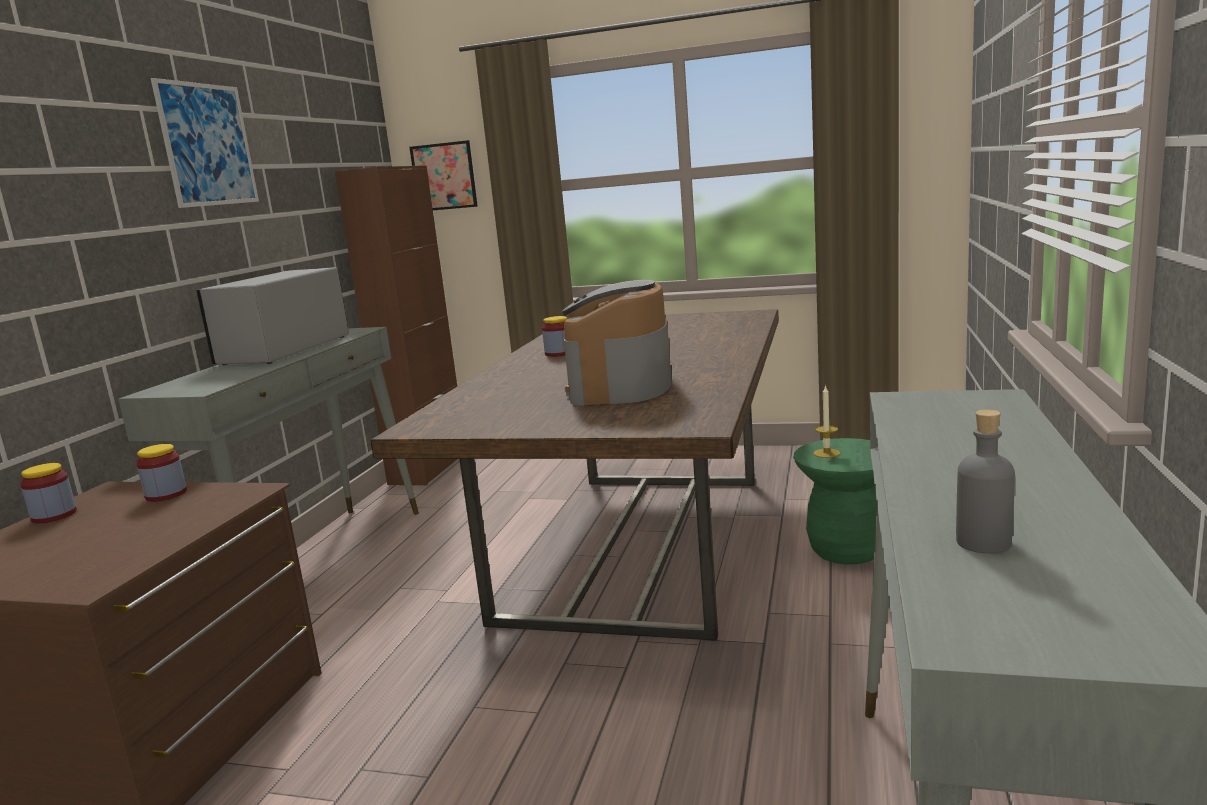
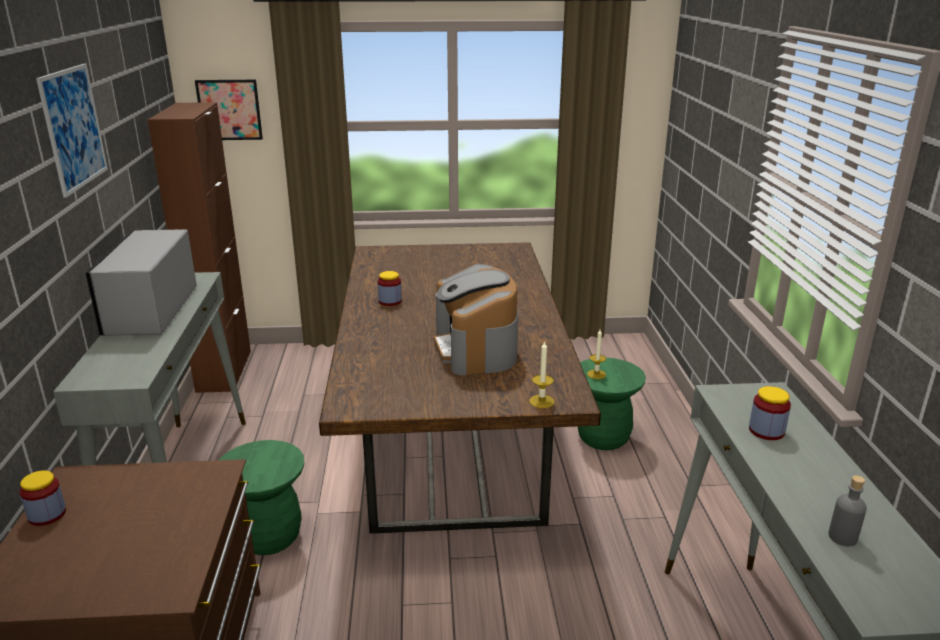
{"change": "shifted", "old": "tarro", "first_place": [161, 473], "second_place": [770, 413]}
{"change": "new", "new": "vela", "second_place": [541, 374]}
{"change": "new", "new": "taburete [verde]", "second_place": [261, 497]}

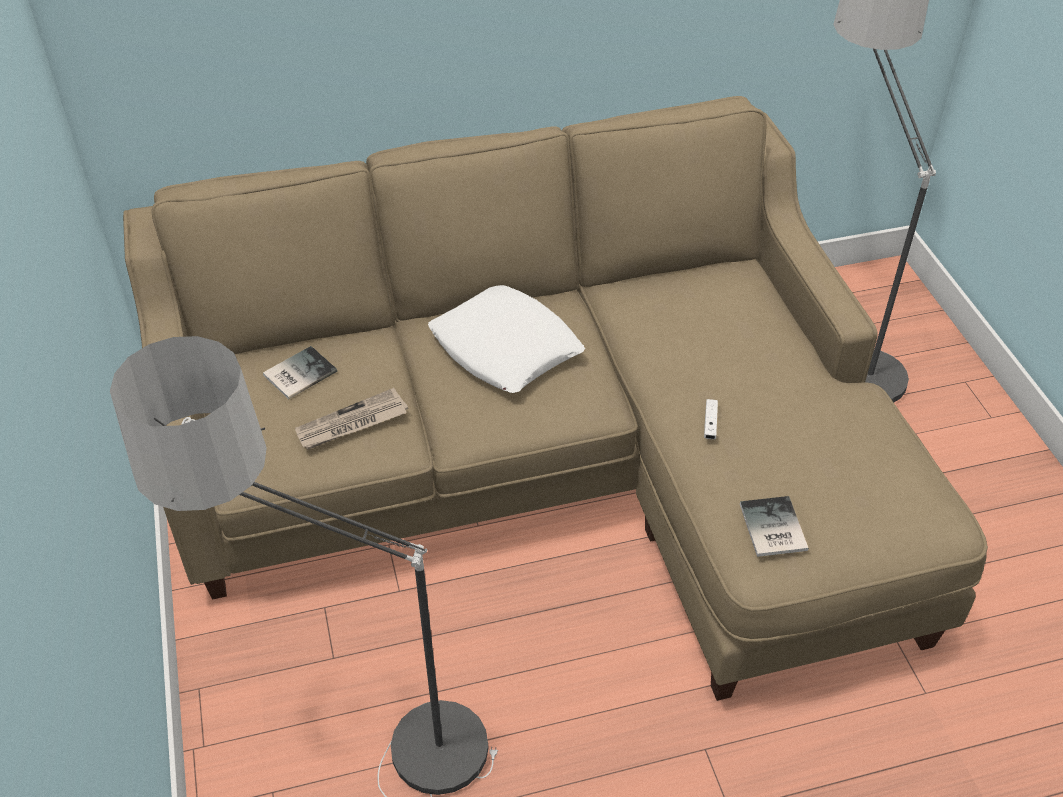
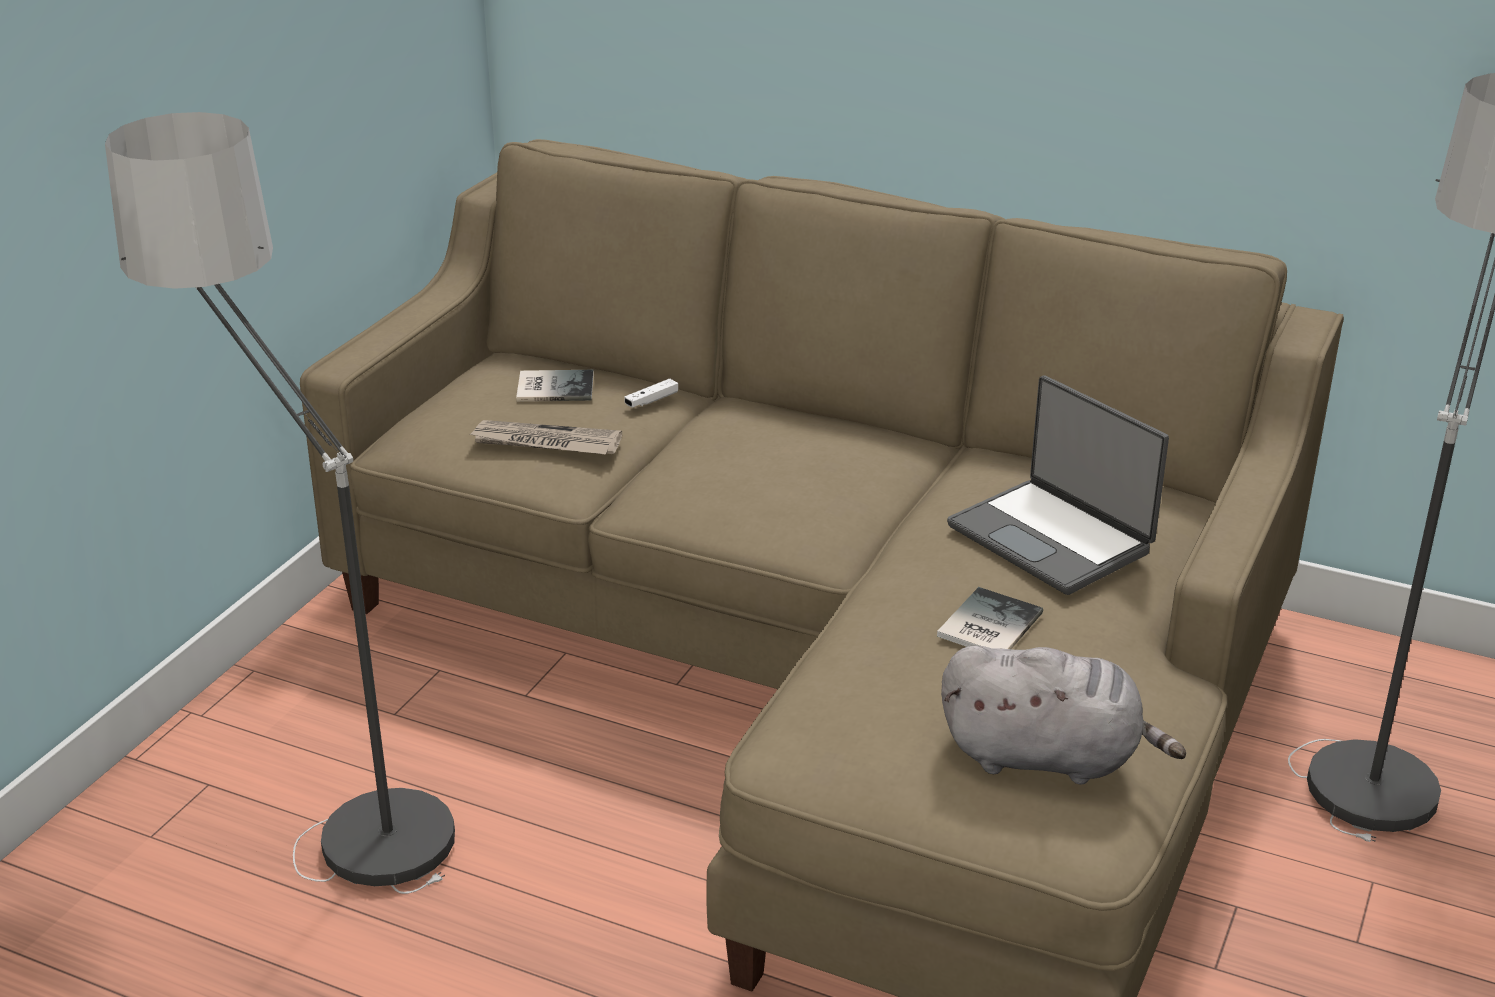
{"change": "gone", "old": "cojín [blanco]", "first_place": [506, 339]}
{"change": "shifted", "old": "mando de consola [blanco]", "first_place": [711, 419], "second_place": [651, 393]}
{"change": "shifted", "old": "libro", "first_place": [774, 526], "second_place": [990, 618]}
{"change": "new", "new": "portátil", "second_place": [1058, 485]}
{"change": "new", "new": "peluche [gris]", "second_place": [1063, 715]}

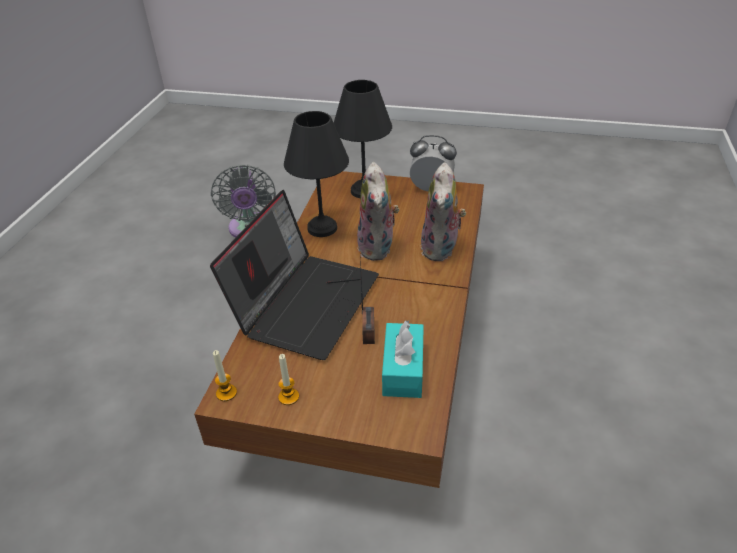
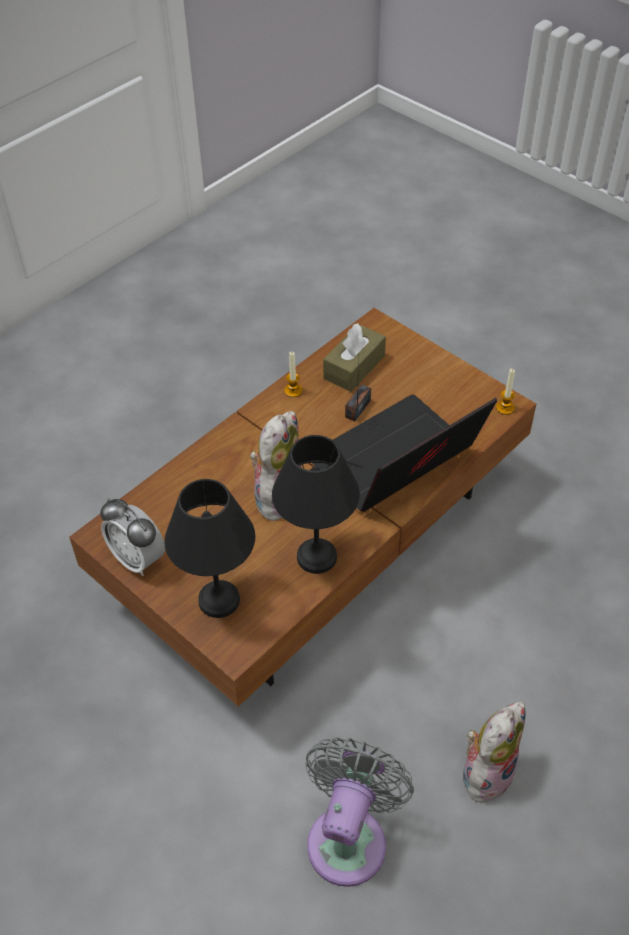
{"change": "shifted", "old": "peluche", "first_place": [443, 211], "second_place": [494, 755]}
{"change": "repainted", "old": "caja de pañuelos [turquesa]", "new": "caja de pañuelos [marrón]", "first_place": [403, 359], "second_place": [354, 357]}
{"change": "shifted", "old": "vela", "first_place": [288, 379], "second_place": [293, 374]}

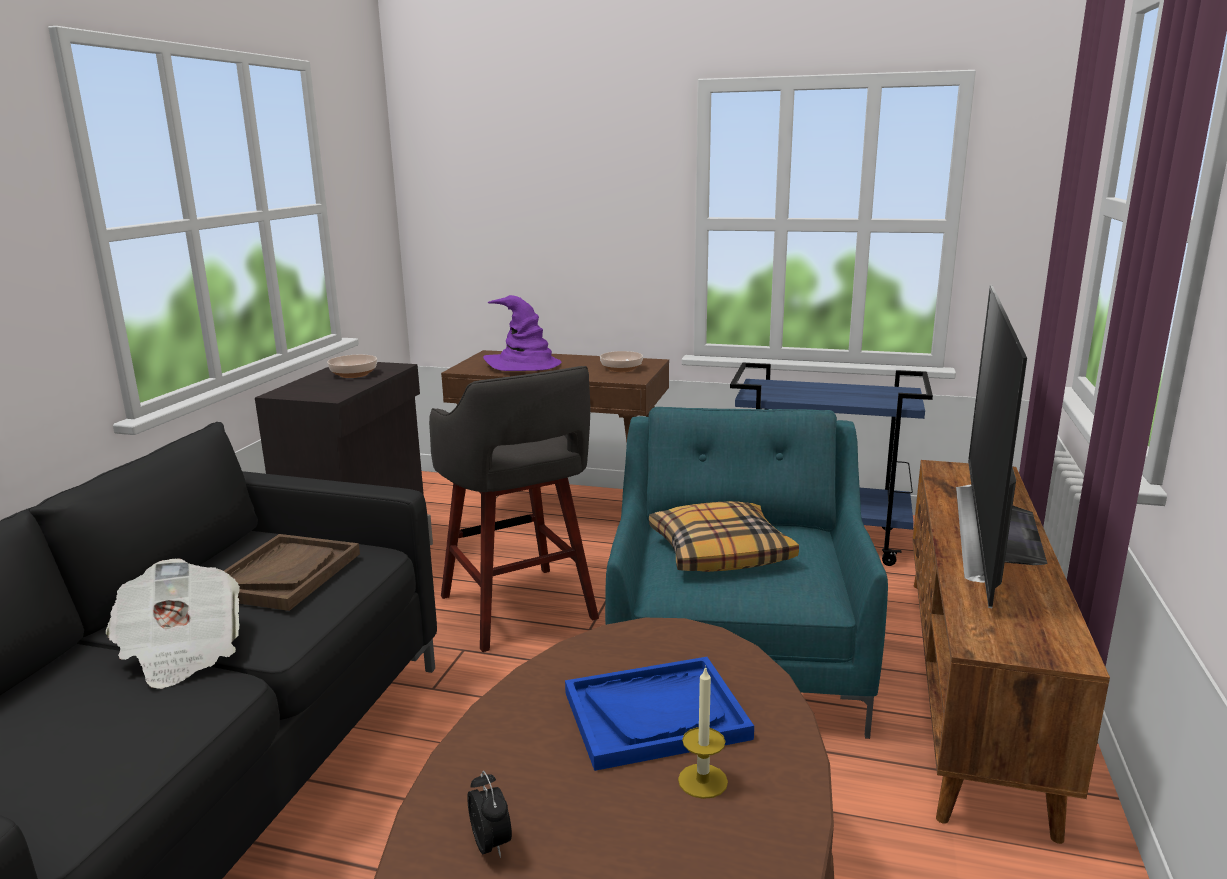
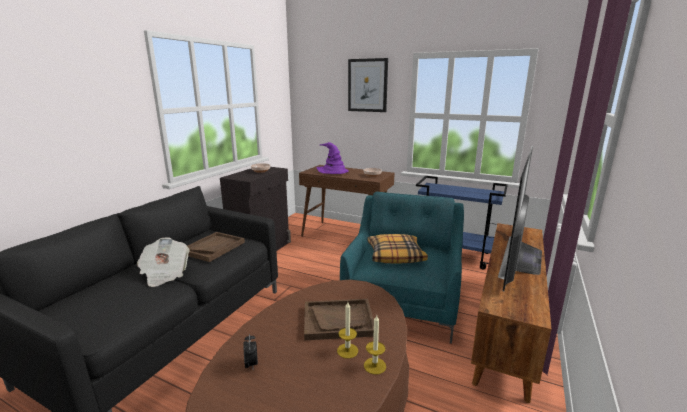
{"change": "gone", "old": "taburete [gris]", "first_place": [514, 509]}
{"change": "repainted", "old": "bandeja [azul]", "new": "bandeja [marrón]", "first_place": [659, 714], "second_place": [339, 319]}
{"change": "new", "new": "cuadro", "second_place": [368, 85]}
{"change": "new", "new": "vela", "second_place": [375, 345]}

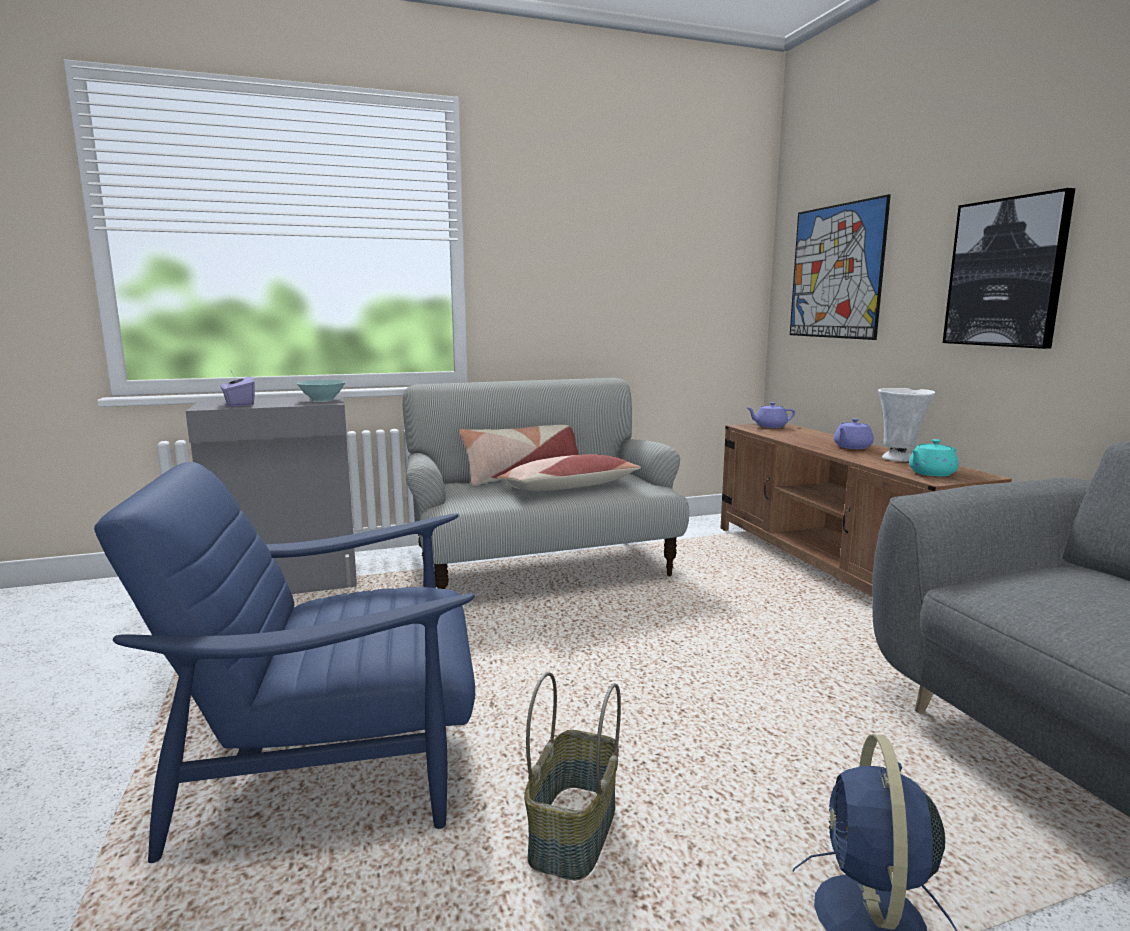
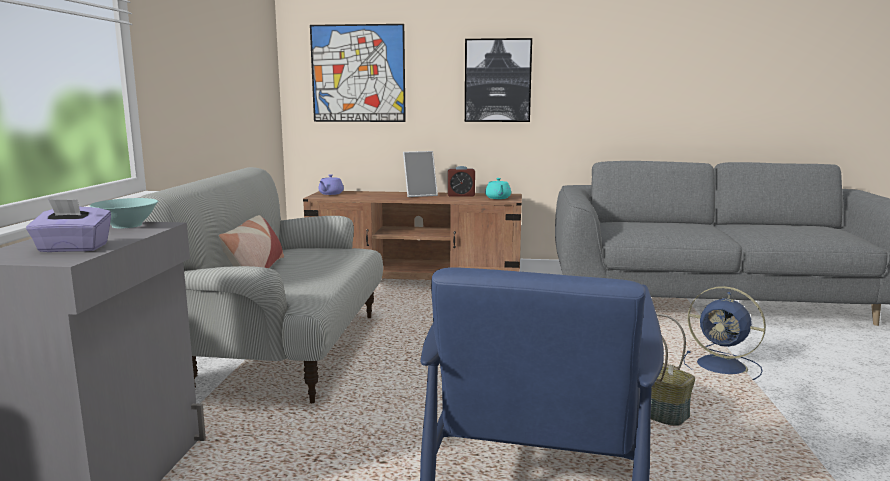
{"change": "swapped", "old": "florero [blanco]", "new": "despertador", "first_place": [906, 425], "second_place": [461, 181]}
{"change": "swapped", "old": "tetera [morado]", "new": "portarretratos", "first_place": [854, 433], "second_place": [420, 174]}
{"change": "gone", "old": "cojín", "first_place": [569, 472]}

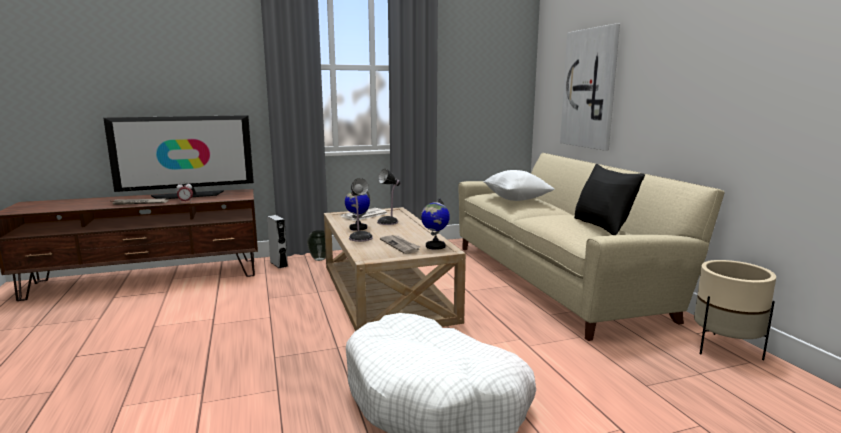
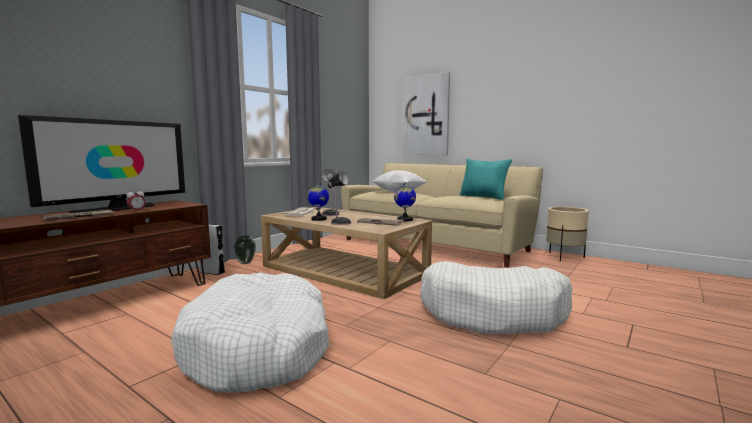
{"change": "repainted", "old": "cojín [negro]", "new": "cojín [turquesa]", "first_place": [609, 199], "second_place": [486, 179]}
{"change": "new", "new": "cama para perro [blanco]", "second_place": [250, 332]}

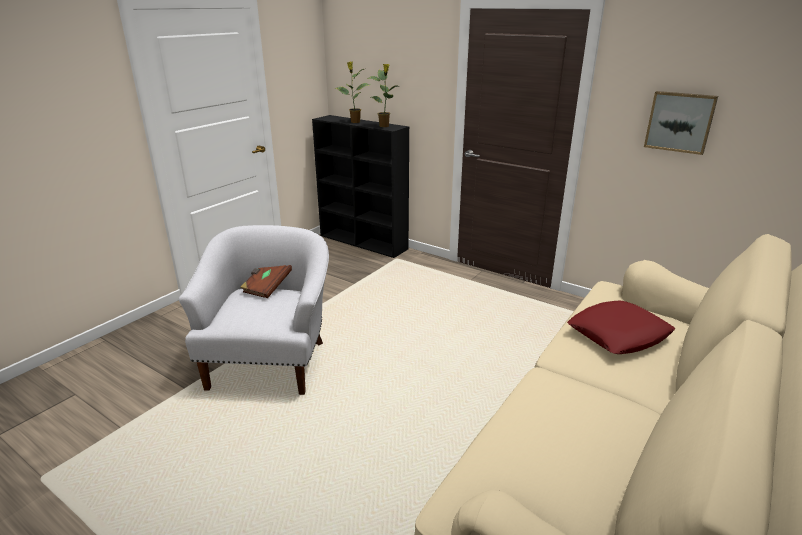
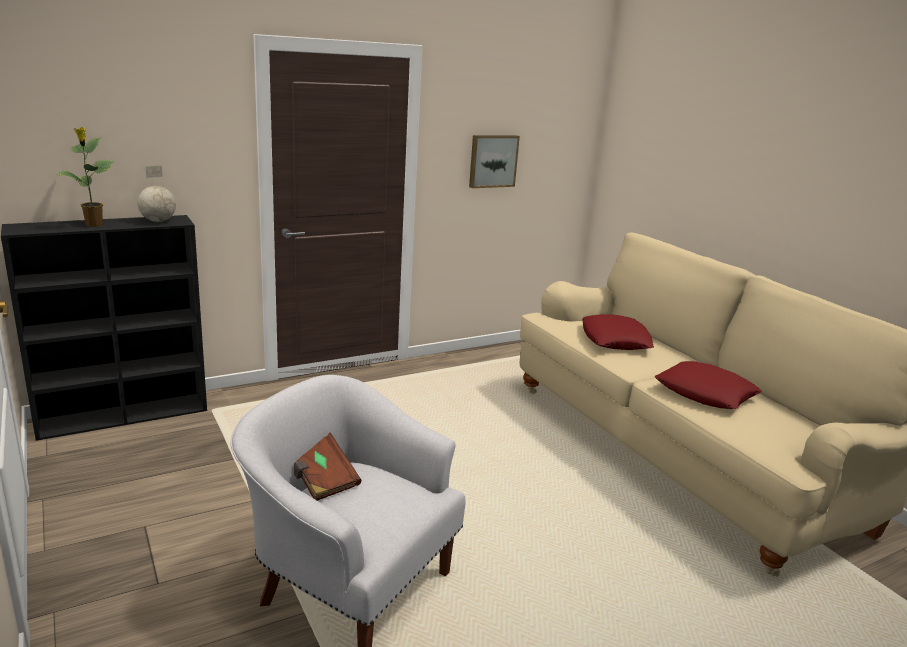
{"change": "swapped", "old": "planta en maceta", "new": "globo terráqueo", "first_place": [382, 95], "second_place": [156, 193]}
{"change": "new", "new": "cojín [rojo]", "second_place": [708, 385]}

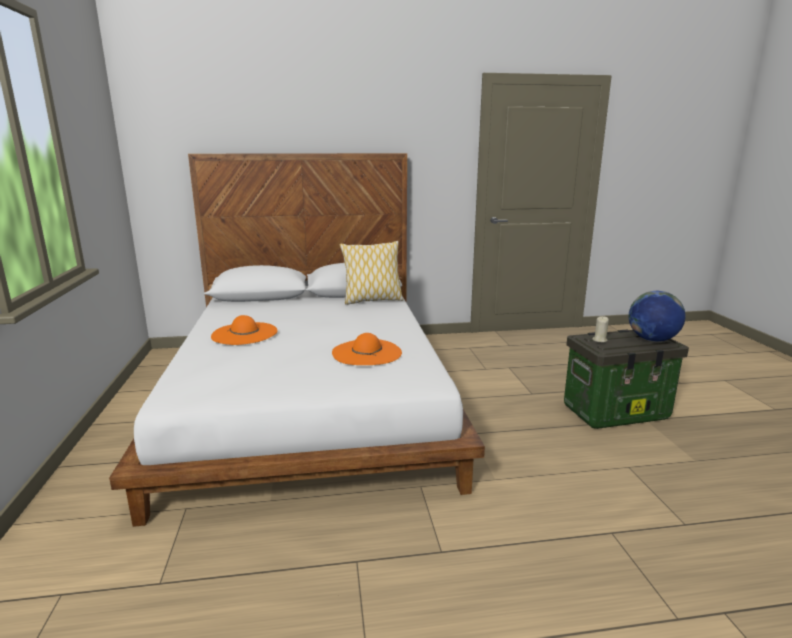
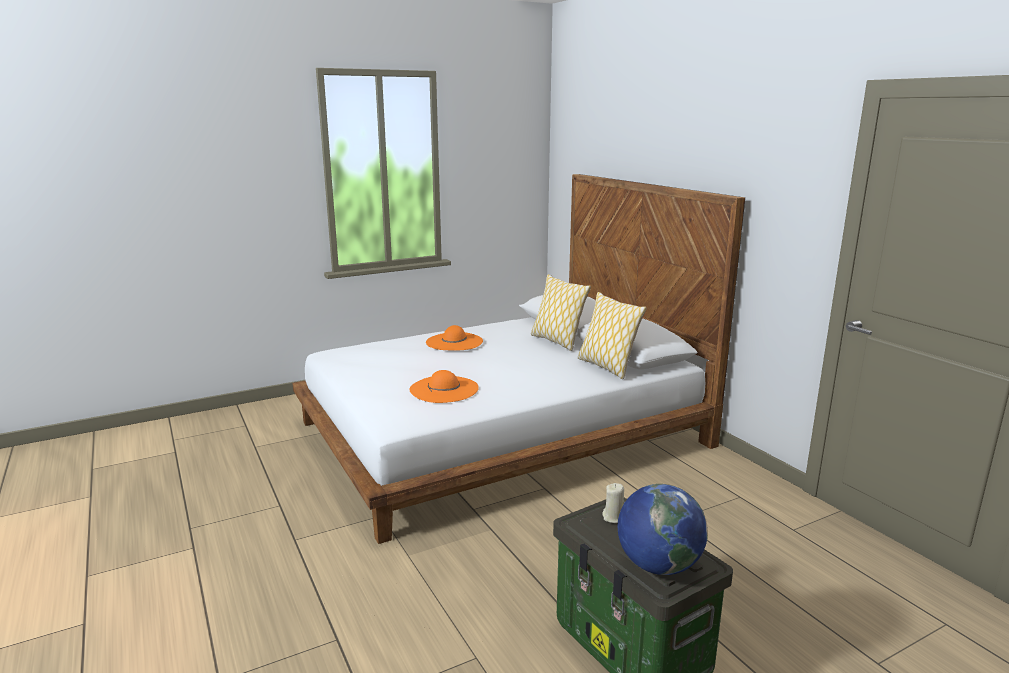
{"change": "new", "new": "cojín", "second_place": [561, 312]}

